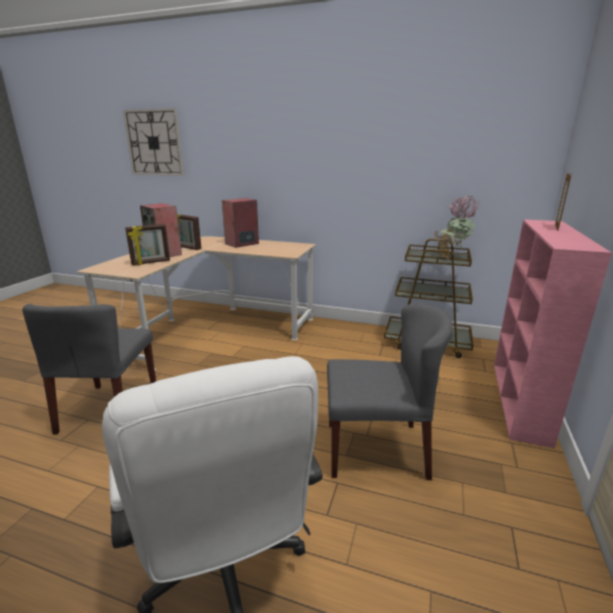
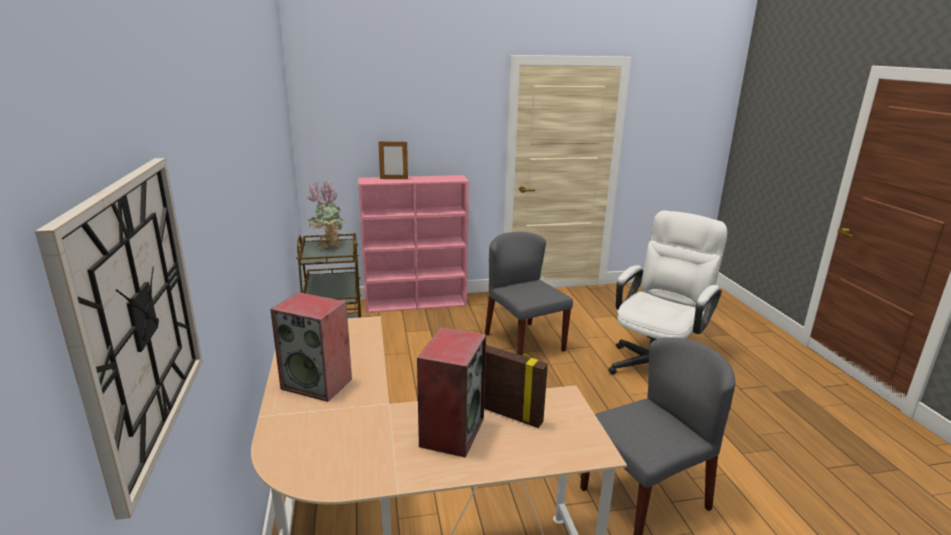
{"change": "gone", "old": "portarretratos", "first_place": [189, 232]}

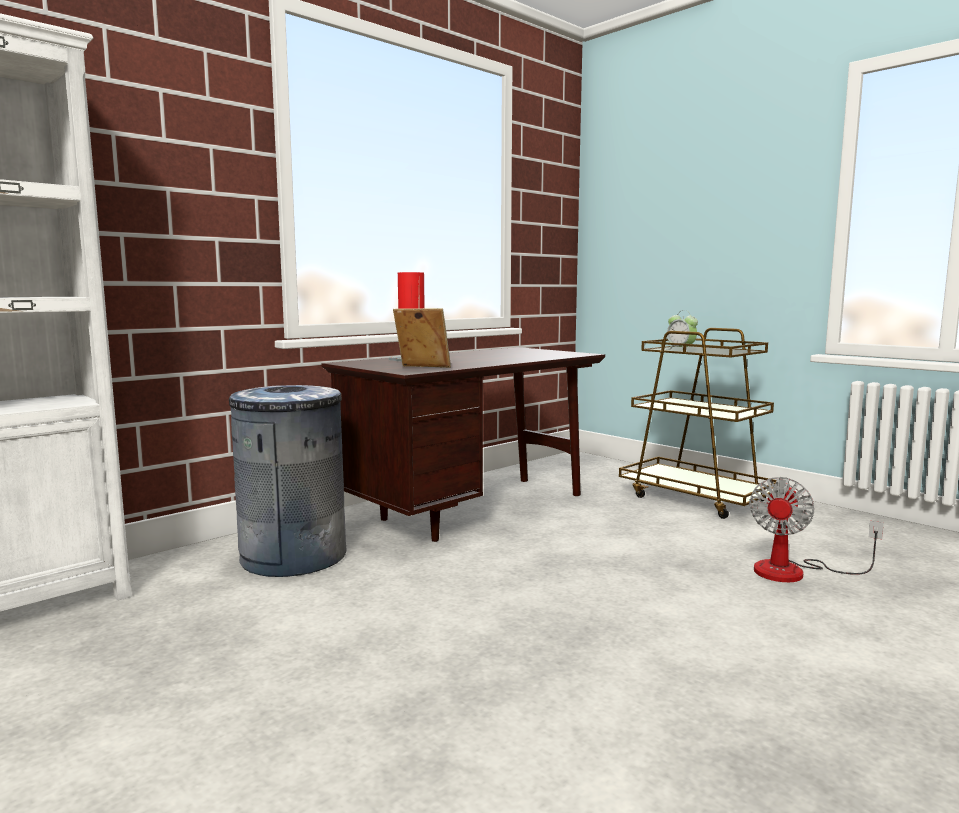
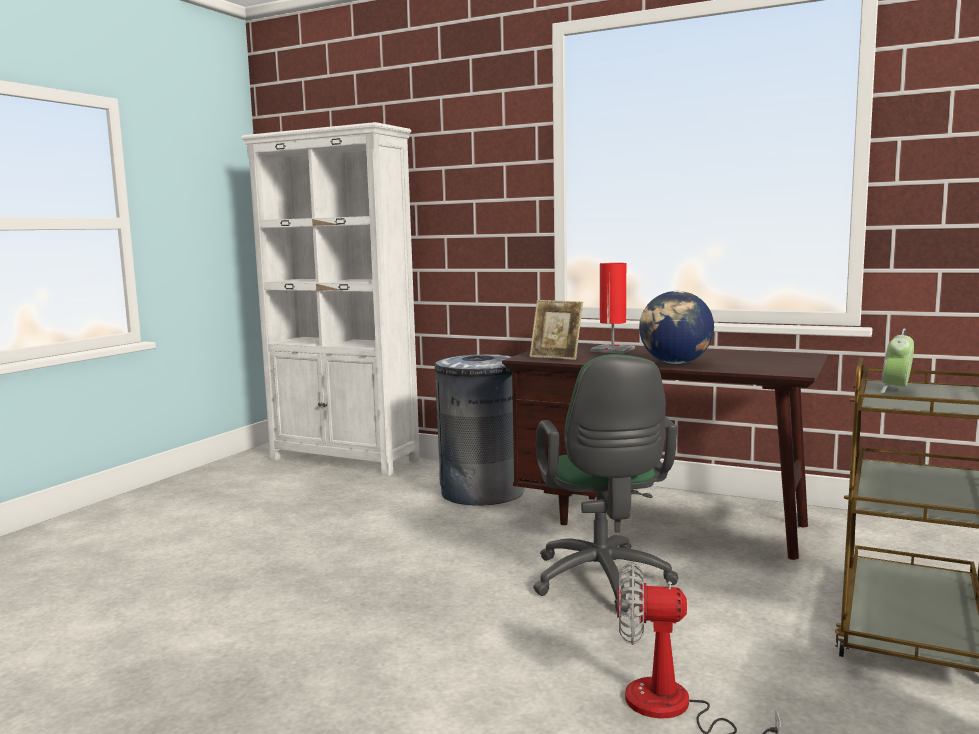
{"change": "rotated", "old": "portarretratos", "first_place": [422, 338], "second_place": [556, 330], "degrees": 120}
{"change": "new", "new": "globo terráqueo", "second_place": [676, 327]}
{"change": "new", "new": "silla de oficina [verde]", "second_place": [605, 483]}

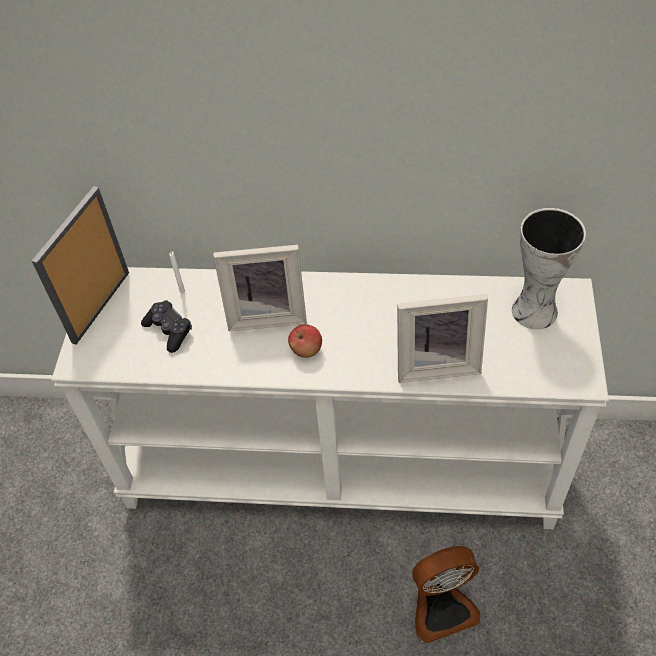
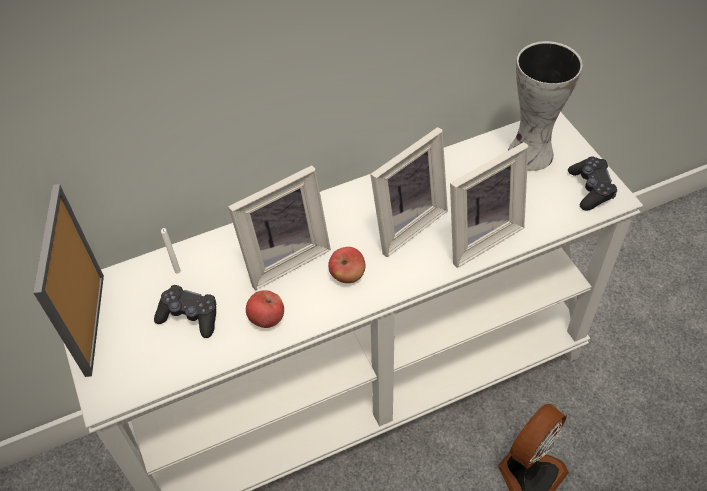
{"change": "new", "new": "portarretratos", "second_place": [409, 192]}
{"change": "new", "new": "mando de consola [negro]", "second_place": [592, 183]}
{"change": "new", "new": "manzana", "second_place": [265, 309]}

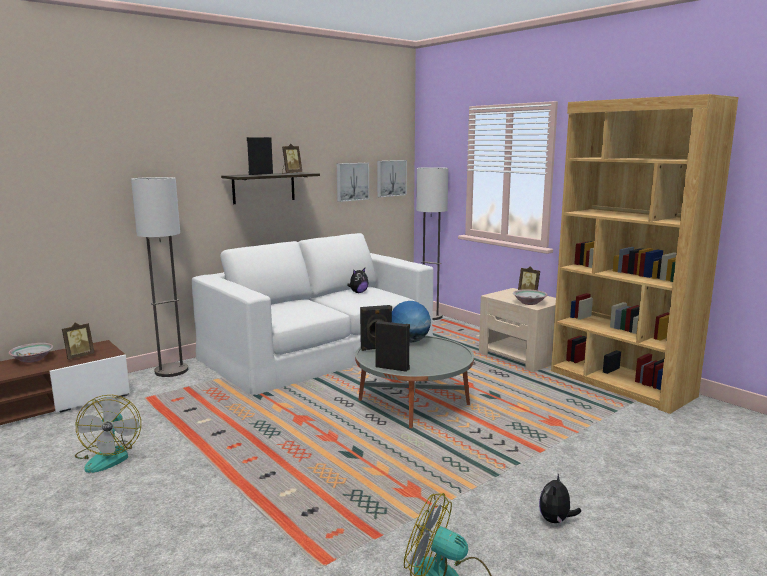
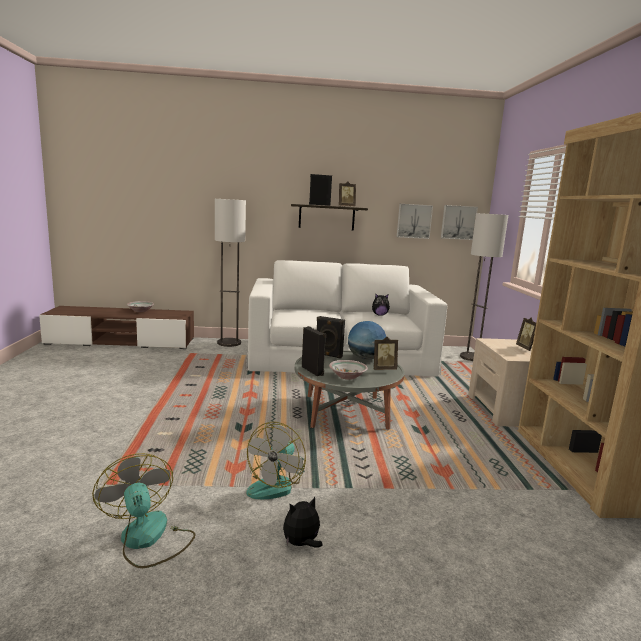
{"change": "shifted", "old": "cuenco", "first_place": [530, 297], "second_place": [348, 370]}
{"change": "shifted", "old": "portarretratos", "first_place": [78, 341], "second_place": [385, 353]}
{"change": "shifted", "old": "ventilador", "first_place": [108, 434], "second_place": [276, 460]}

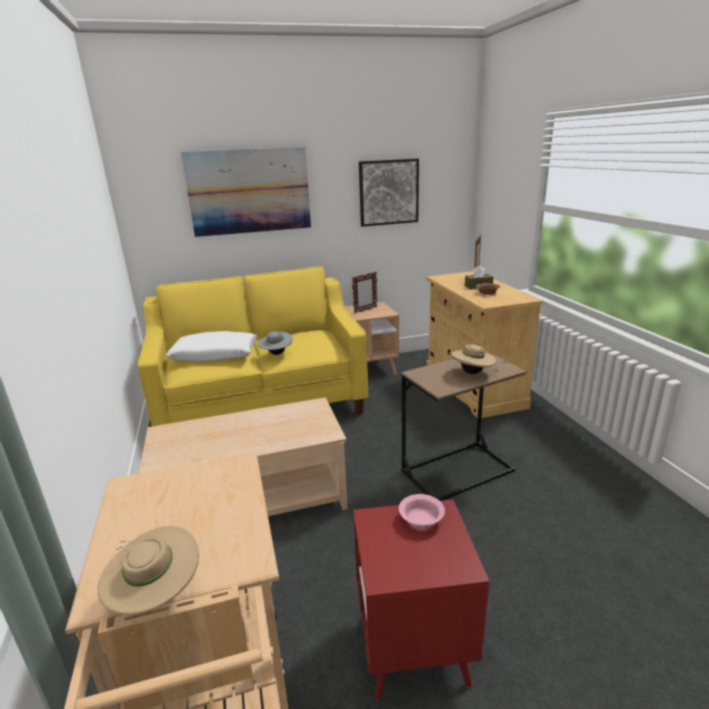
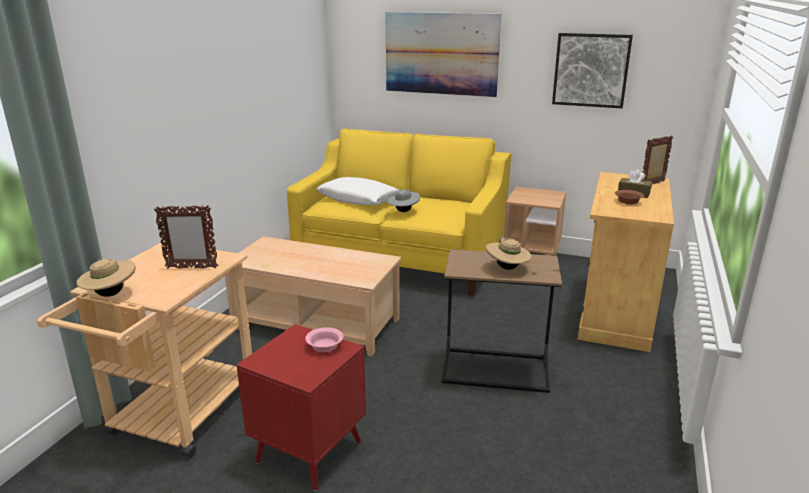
{"change": "shifted", "old": "portarretratos", "first_place": [364, 292], "second_place": [186, 236]}

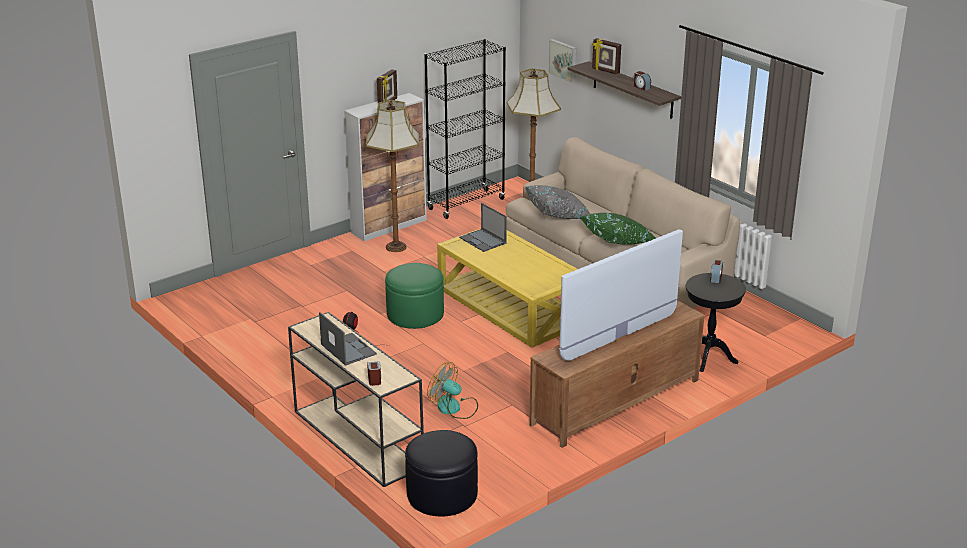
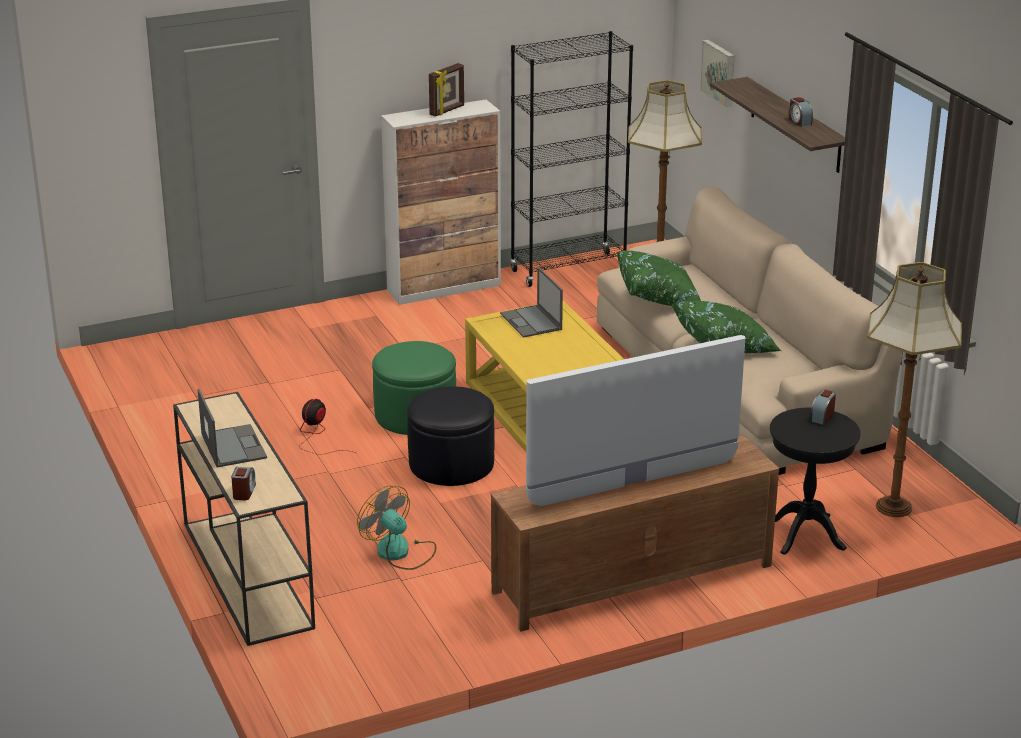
{"change": "gone", "old": "portarretratos", "first_place": [606, 56]}
{"change": "shifted", "old": "lámpara de pie", "first_place": [392, 176], "second_place": [914, 389]}
{"change": "repainted", "old": "cojín [gris]", "new": "cojín [verde]", "first_place": [557, 202], "second_place": [659, 278]}
{"change": "shifted", "old": "puf [negro]", "first_place": [441, 473], "second_place": [451, 436]}

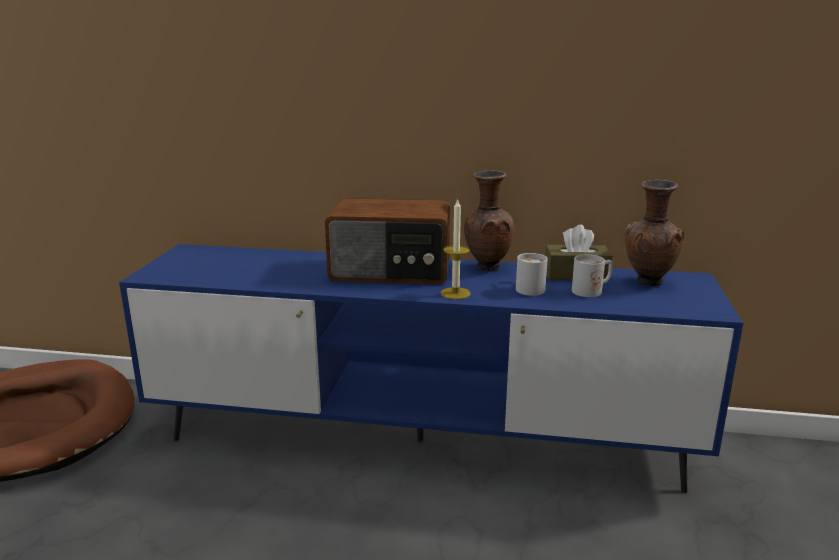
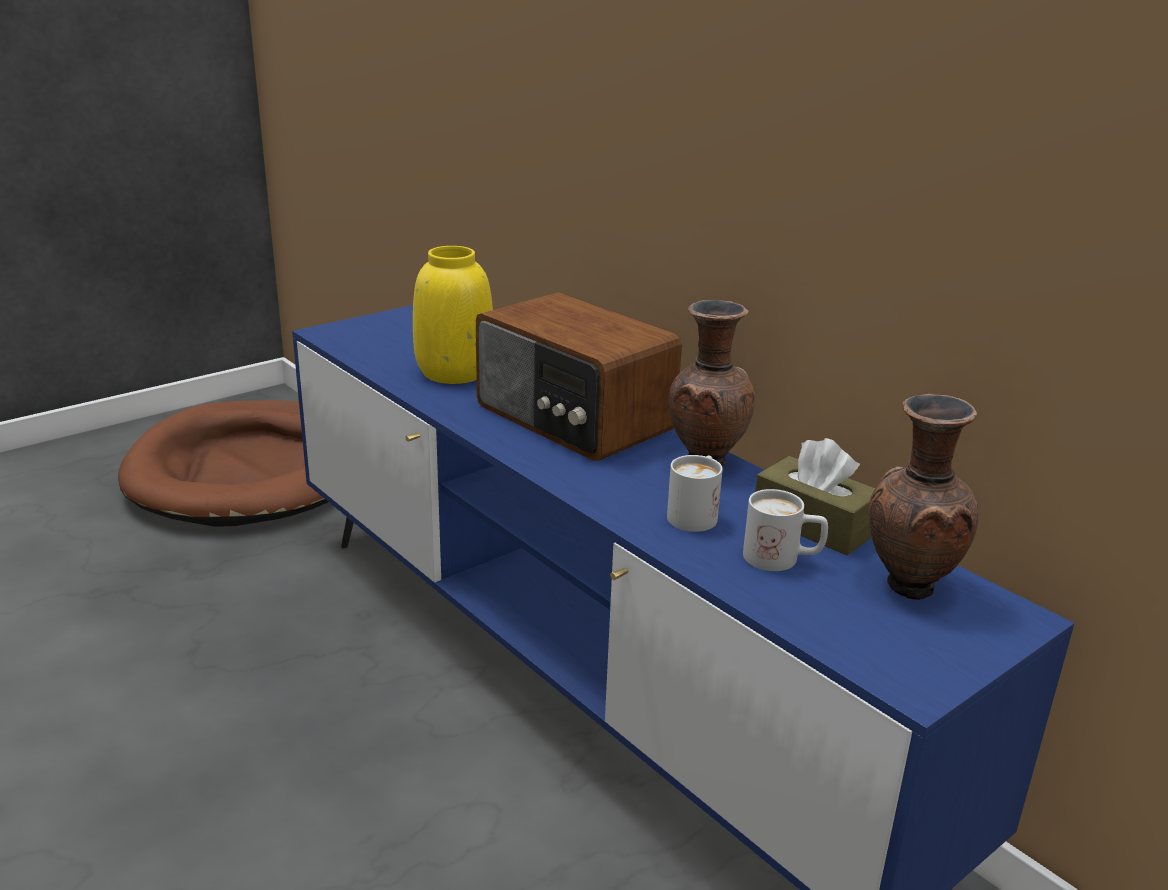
{"change": "gone", "old": "vela", "first_place": [456, 248]}
{"change": "new", "new": "florero [amarillo]", "second_place": [453, 315]}

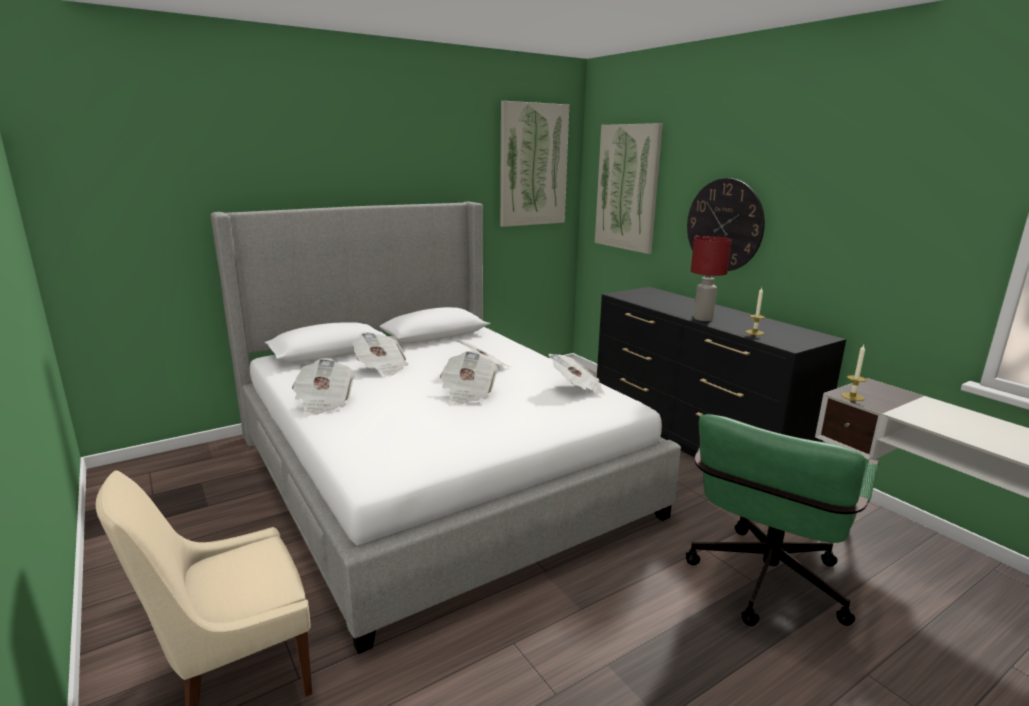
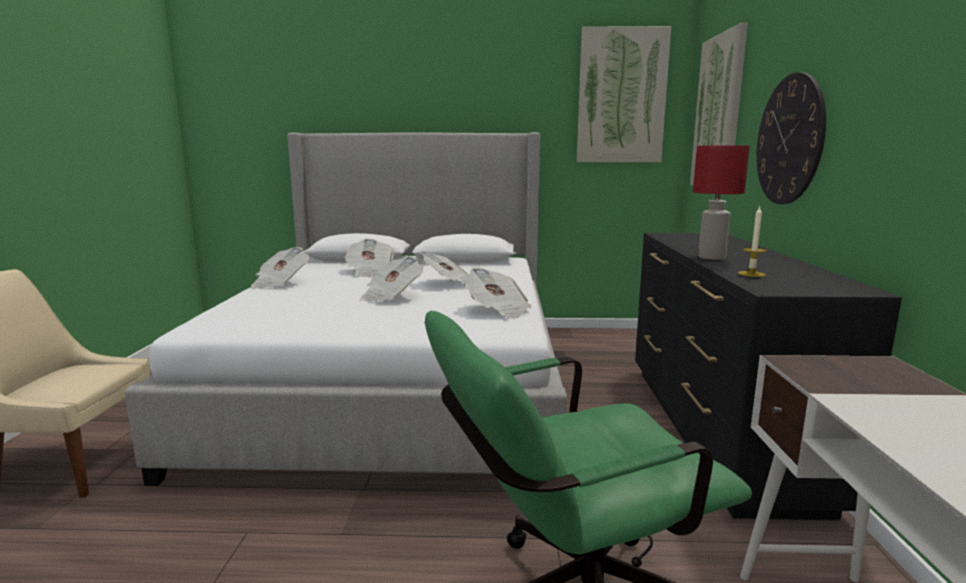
{"change": "gone", "old": "vela", "first_place": [854, 373]}

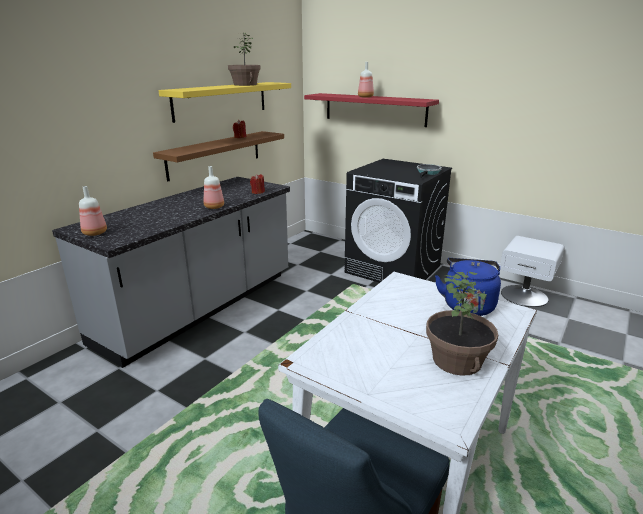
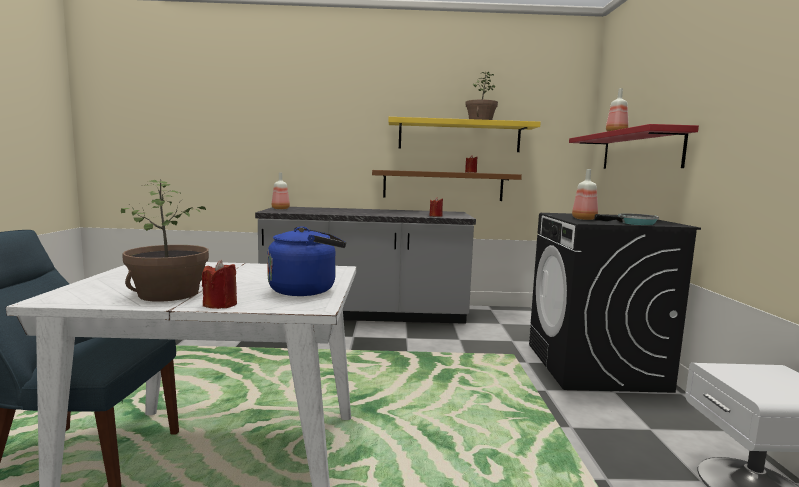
{"change": "shifted", "old": "botella", "first_place": [214, 187], "second_place": [585, 194]}
{"change": "new", "new": "vela [rojo]", "second_place": [219, 284]}

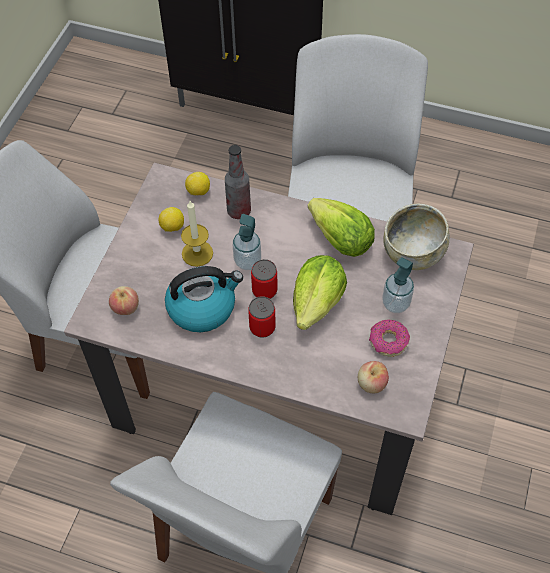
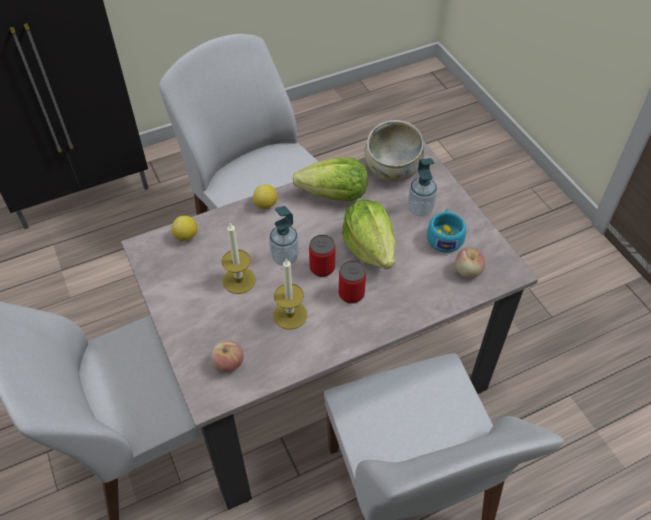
{"change": "gone", "old": "botella", "first_place": [238, 182]}
{"change": "shifted", "old": "limón", "first_place": [171, 219], "second_place": [265, 197]}
{"change": "swapped", "old": "hervidor", "new": "vela", "first_place": [204, 299], "second_place": [290, 293]}
{"change": "swapped", "old": "rosquilla", "new": "taza [turquesa]", "first_place": [389, 338], "second_place": [446, 231]}

